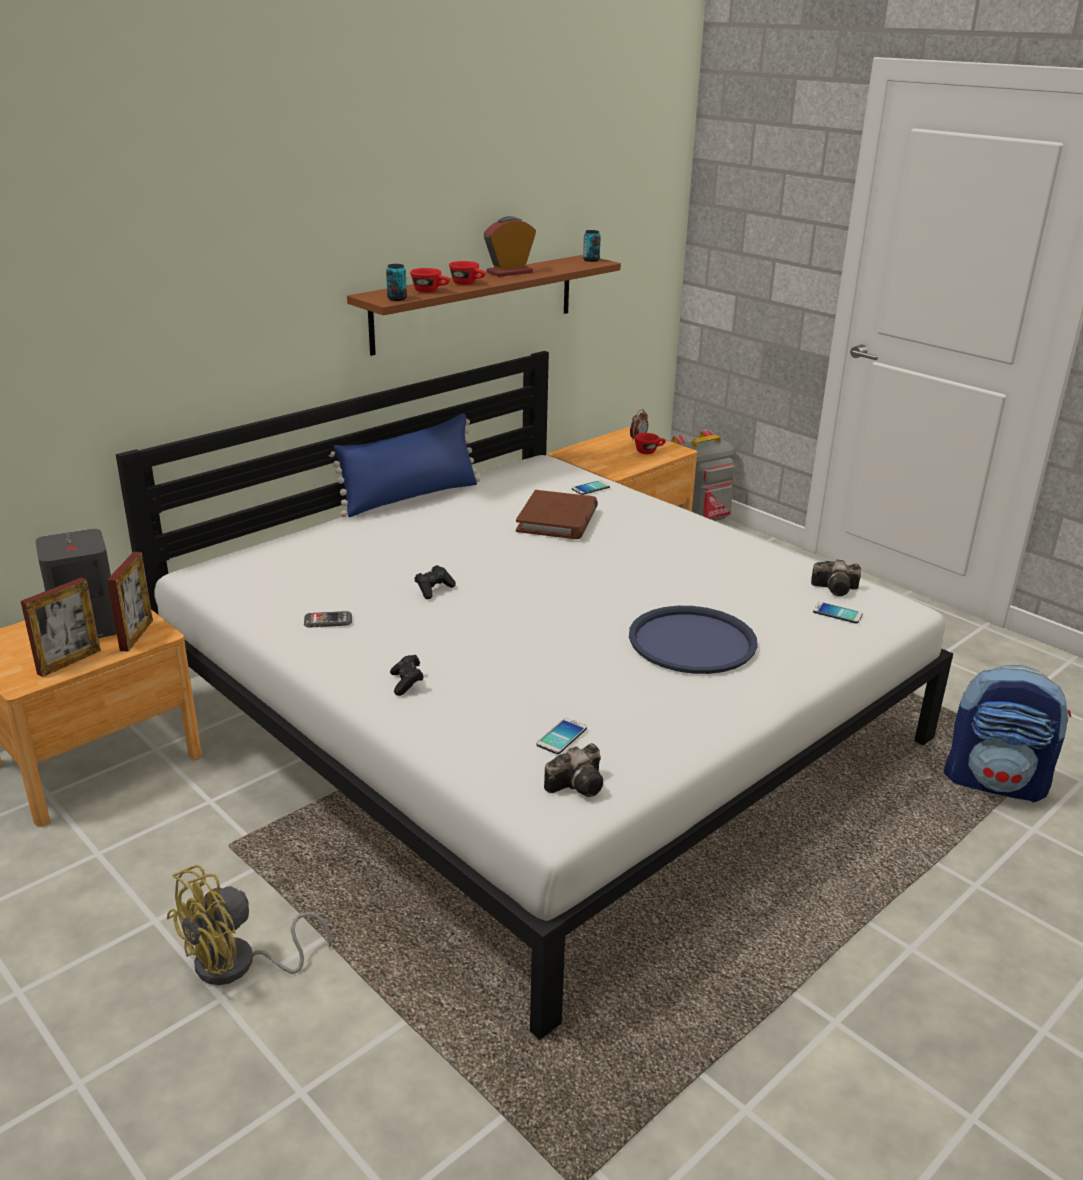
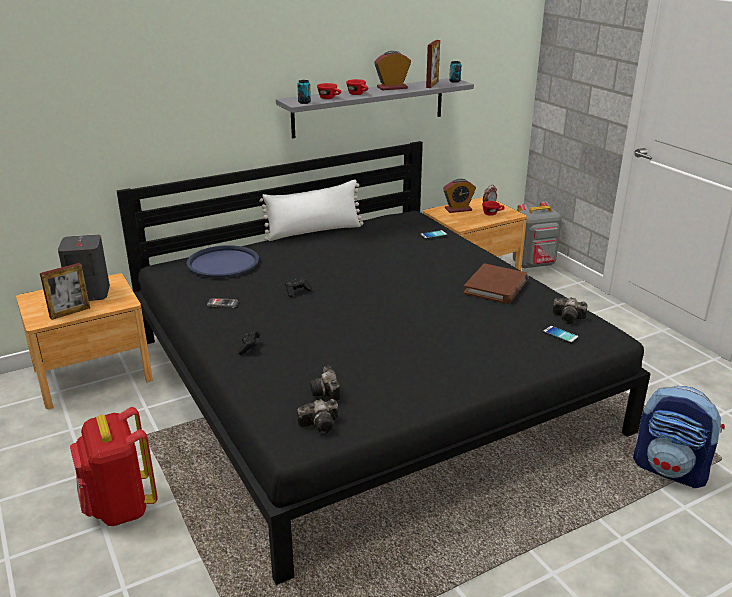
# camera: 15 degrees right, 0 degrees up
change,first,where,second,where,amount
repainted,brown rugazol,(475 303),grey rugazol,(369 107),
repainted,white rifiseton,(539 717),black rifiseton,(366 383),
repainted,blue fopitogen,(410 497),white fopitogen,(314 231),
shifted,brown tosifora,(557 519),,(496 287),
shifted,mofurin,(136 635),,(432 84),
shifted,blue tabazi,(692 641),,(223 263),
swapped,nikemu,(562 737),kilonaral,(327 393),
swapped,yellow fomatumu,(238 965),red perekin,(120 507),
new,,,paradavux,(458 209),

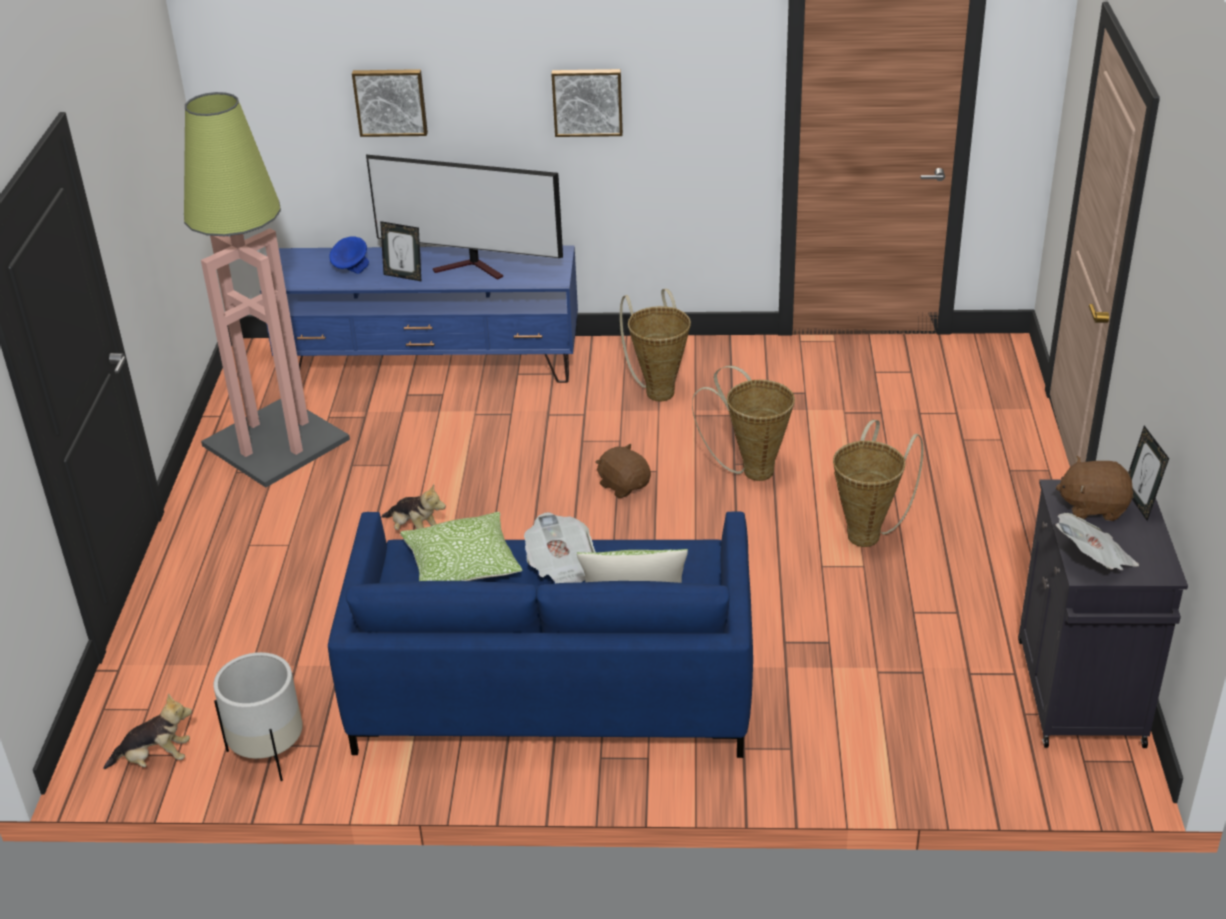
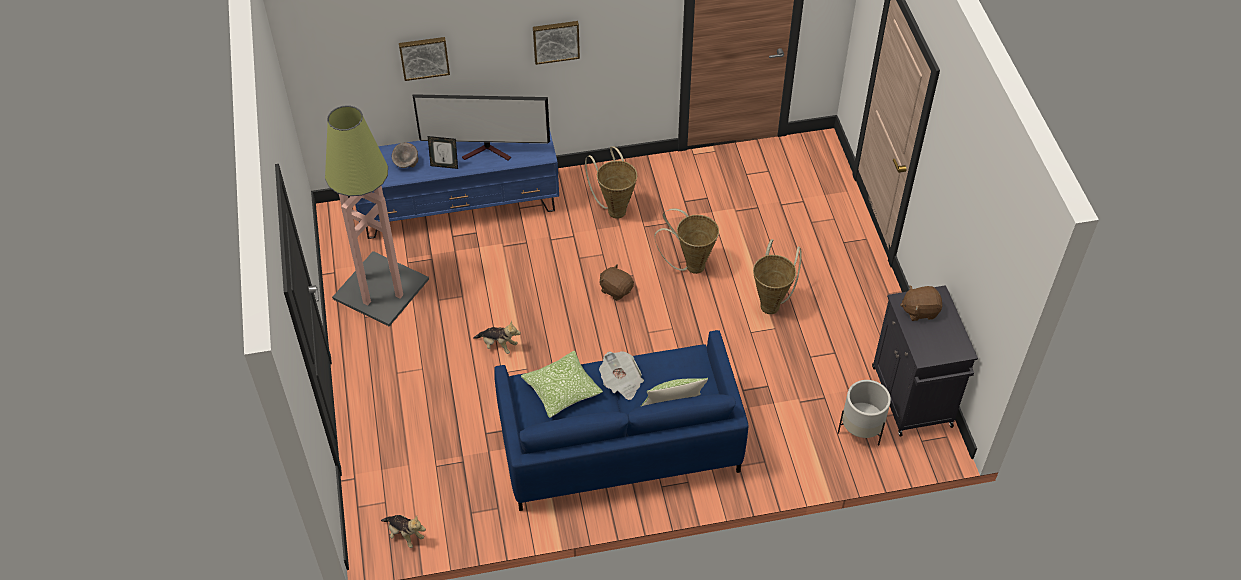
# camera: 15 degrees left, 15 degrees up
change,first,where,second,where,amount
repainted,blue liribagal,(351 269),grey liribagal,(406 164),
gone,mofurin,(1139 503),,,
gone,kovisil,(1093 560),,,
shifted,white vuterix,(269 752),,(861 429),
rotated,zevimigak,(155 759),,(404 534),60 degrees clockwise

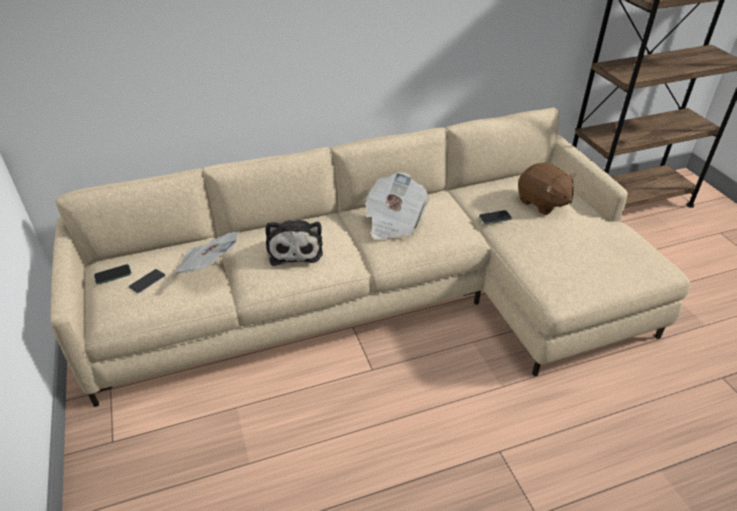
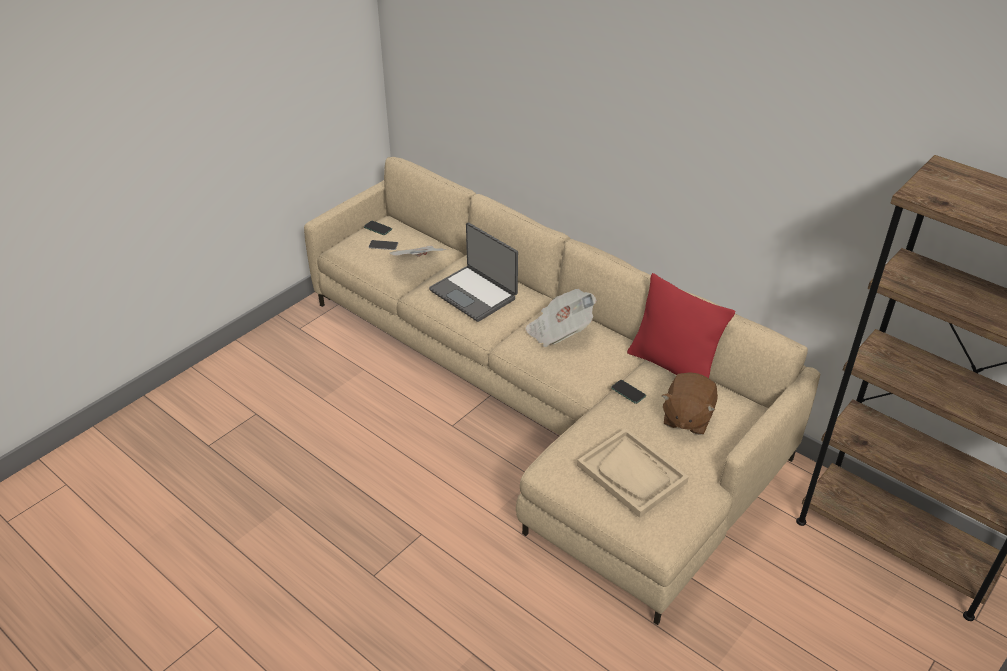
# camera: 60 degrees right, 0 degrees up
change,first,where,second,where,amount
swapped,zevimigak,(295 249),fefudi,(474 294),
new,,,red fopitogen,(673 366),
new,,,beige tabazi,(632 474),

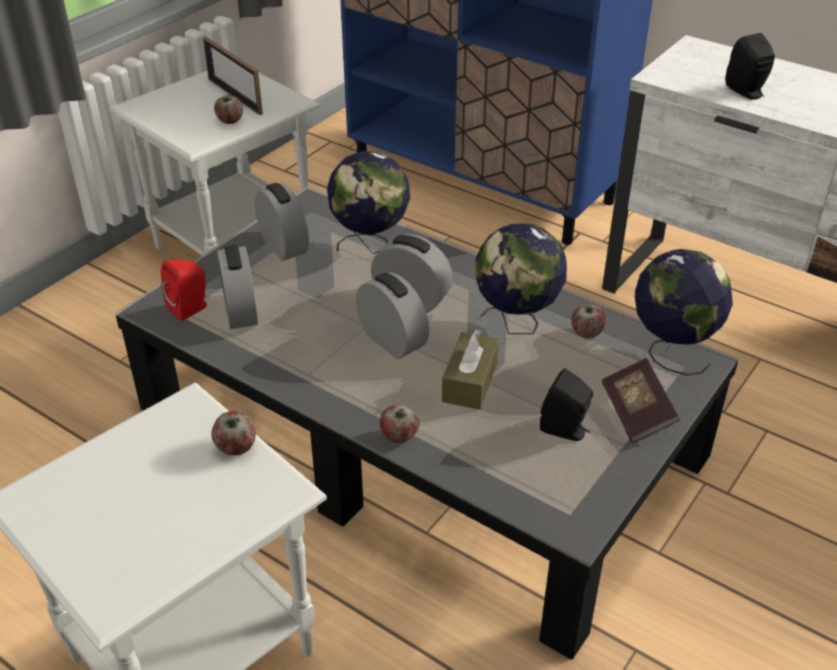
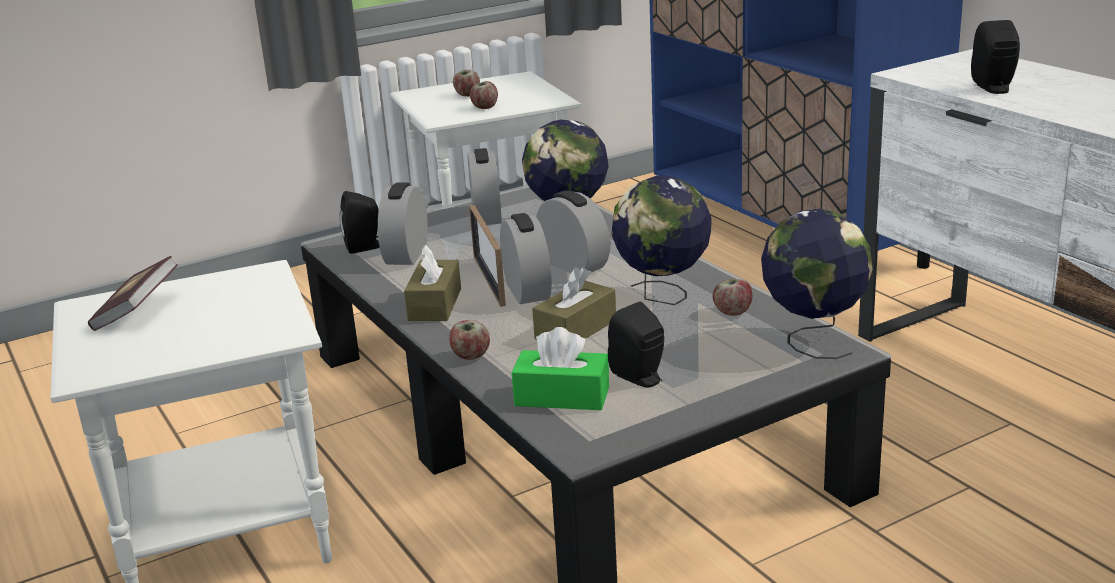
# camera: 25 degrees right, 15 degrees down
change,first,where,second,where,amount
shifted,mofurin,(235 96),,(489 280),
repainted,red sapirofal,(191 308),black sapirofal,(365 247),
shifted,tosifora,(636 413),,(137 311),
shifted,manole,(236 448),,(467 95),
new,,,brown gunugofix,(435 304),
new,,,green gunugofix,(562 396),

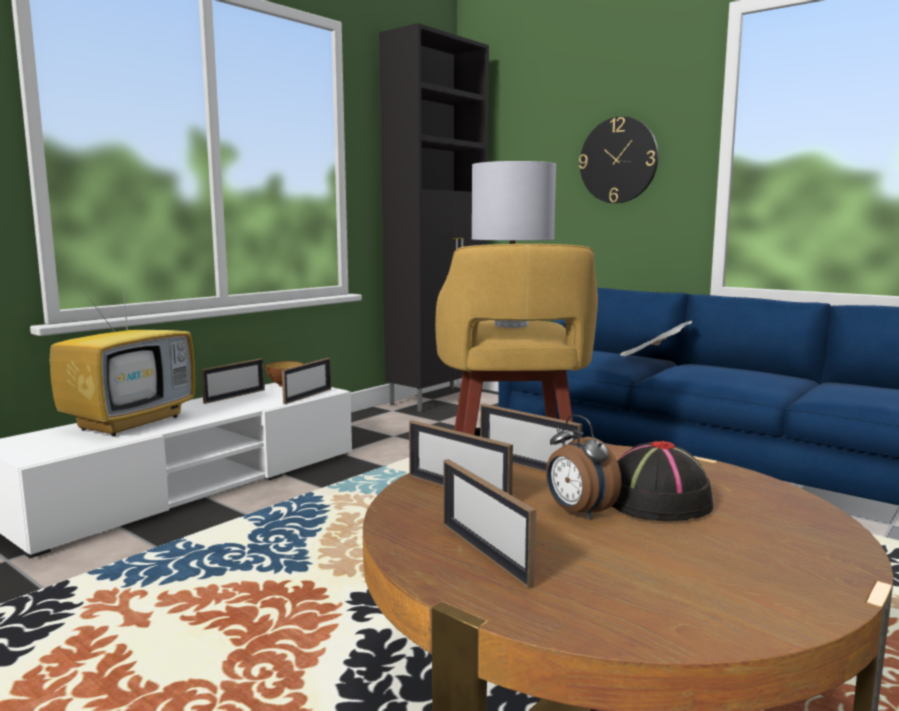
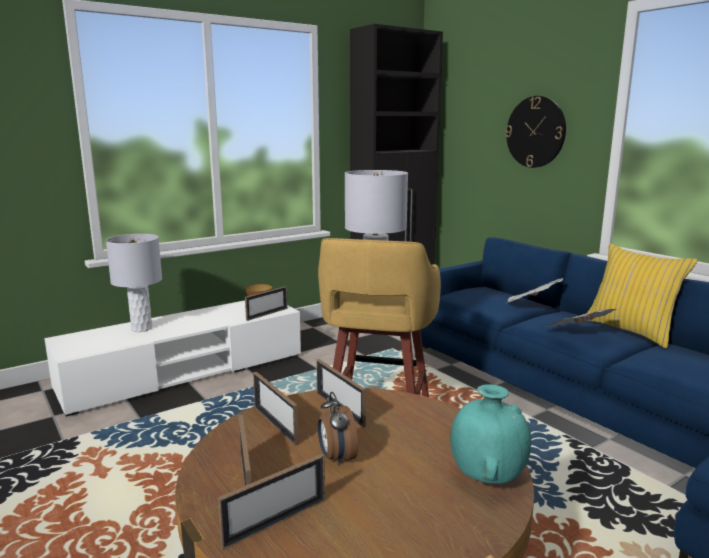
# camera: 15 degrees right, 5 degrees up
change,first,where,second,where,amount
swapped,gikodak,(131 422),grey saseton,(142 328),
shifted,mofurin,(235 396),,(275 522),
gone,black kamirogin,(656 503),,,
new,,,yellow fopitogen,(631 331),
new,,,kovisil,(577 334),
new,,,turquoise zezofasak,(487 478),

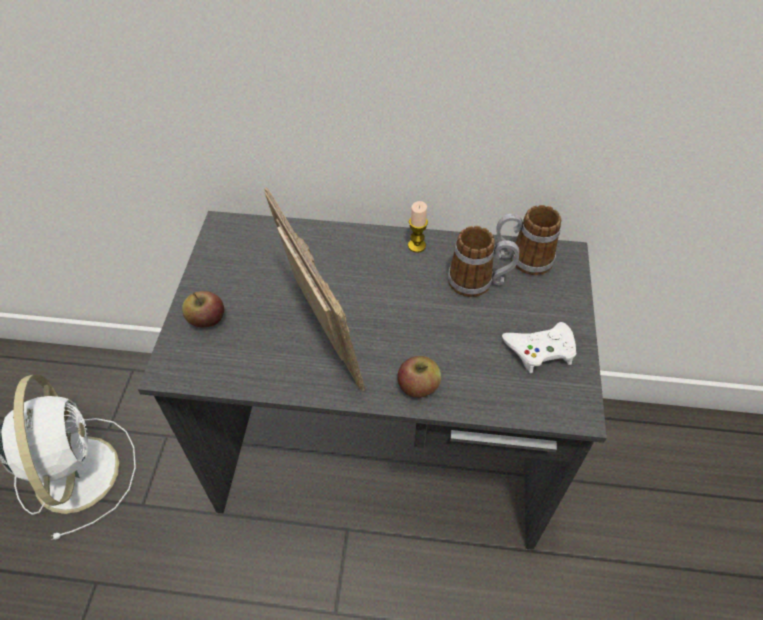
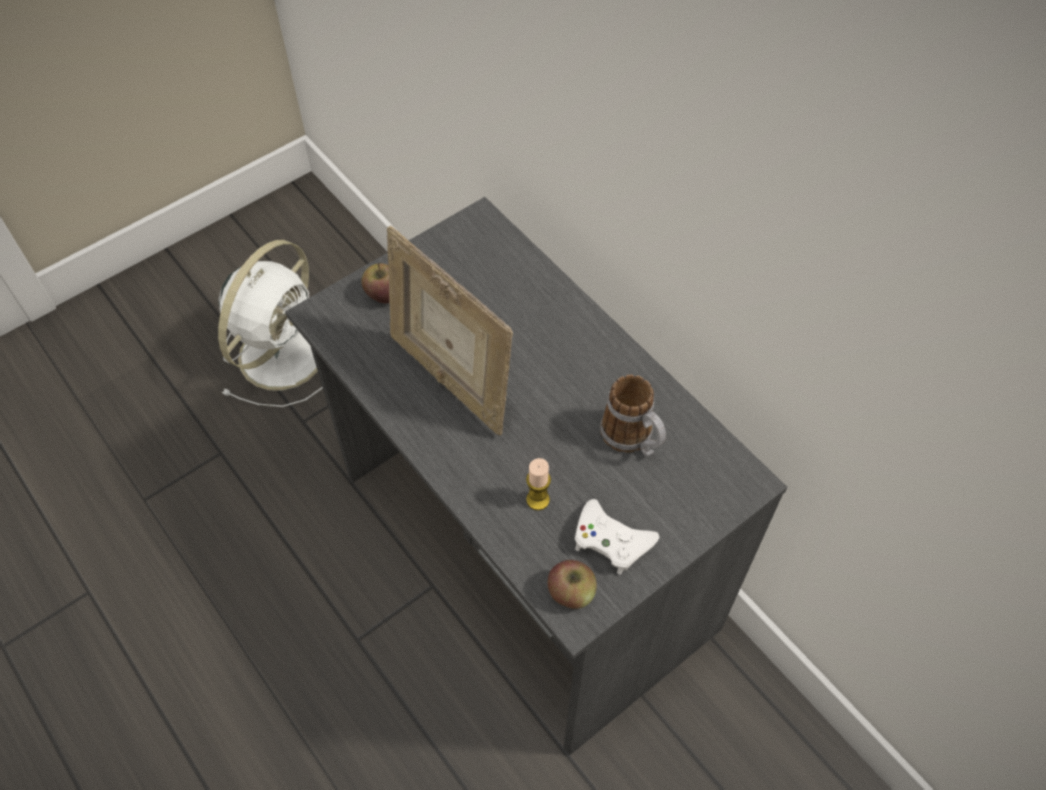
# camera: 45 degrees right, 5 degrees up
change,first,where,second,where,amount
rotated,mofurin,(321 337),,(450 378),120 degrees clockwise
shifted,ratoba,(416 246),,(538 500),
gone,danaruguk,(522 260),,,
shifted,manole,(418 386),,(571 592),

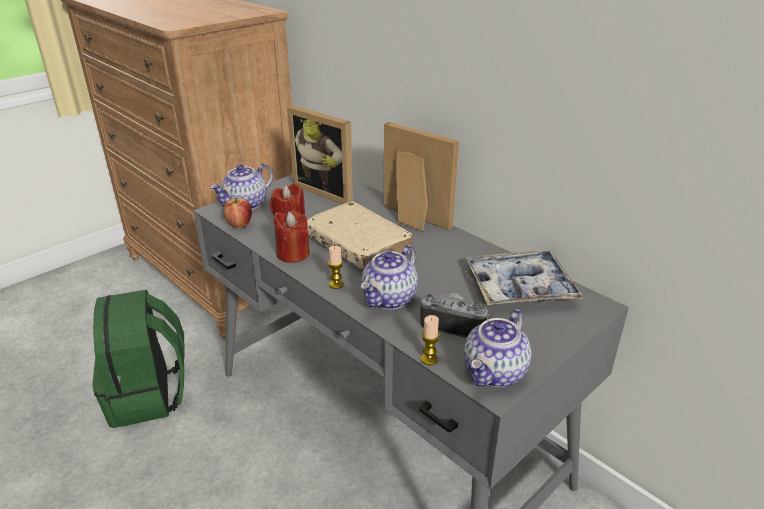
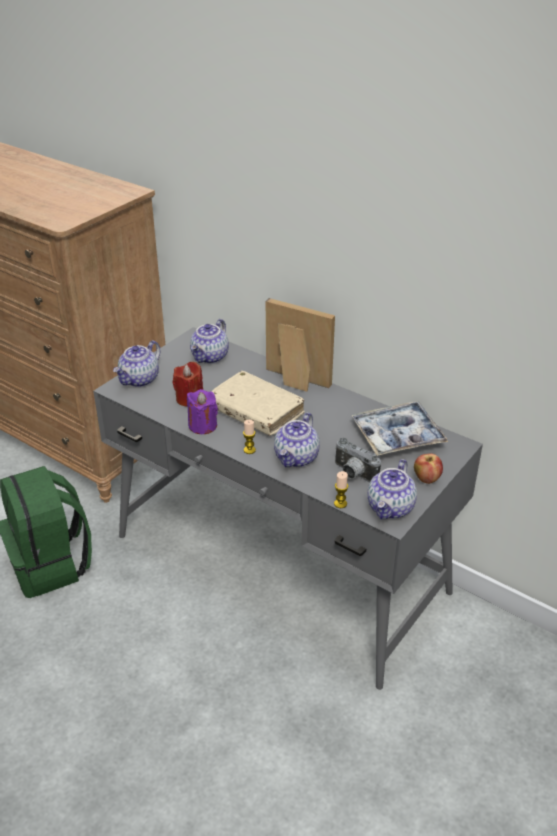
# camera: 10 degrees left, 5 degrees up
change,first,where,second,where,amount
swapped,mofurin,(328 191),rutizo,(210 357),
shifted,manole,(239 225),,(426 479),
repainted,red ratoba,(293 254),purple ratoba,(202 425),
rotated,kilonaral,(454 325),,(353 474),150 degrees counterclockwise

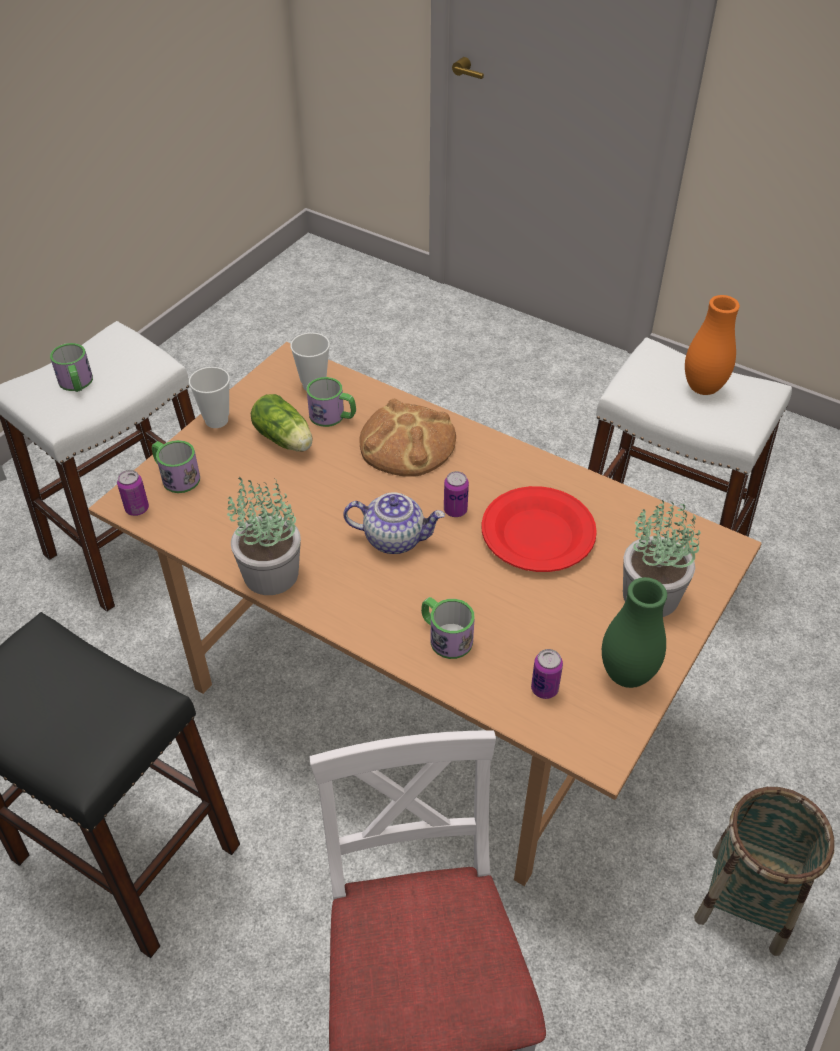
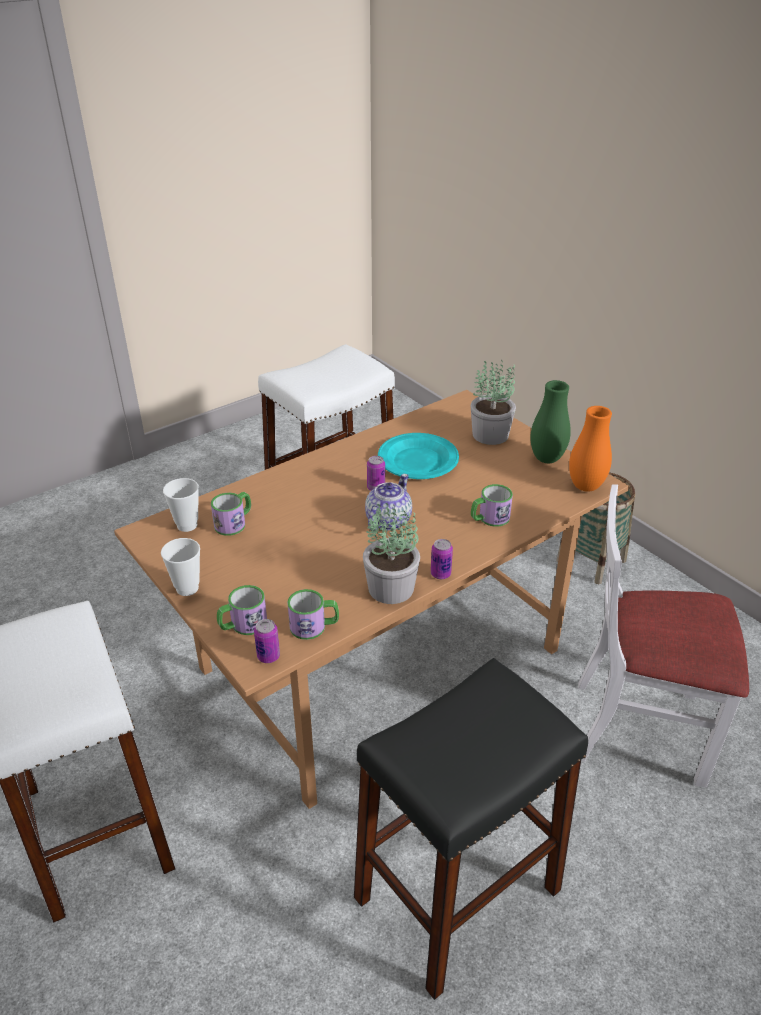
# camera: 70 degrees left, 10 degrees down
change,first,where,second,where,amount
shifted,orange zezofasak,(703 388),,(585 486),
shifted,danaruguk,(76 384),,(314 626),
gone,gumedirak,(285 440),,,
gone,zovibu,(407 443),,,
repainted,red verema,(538 534),turquoise verema,(418 460),
shifted,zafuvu,(544 689),,(440 574),

